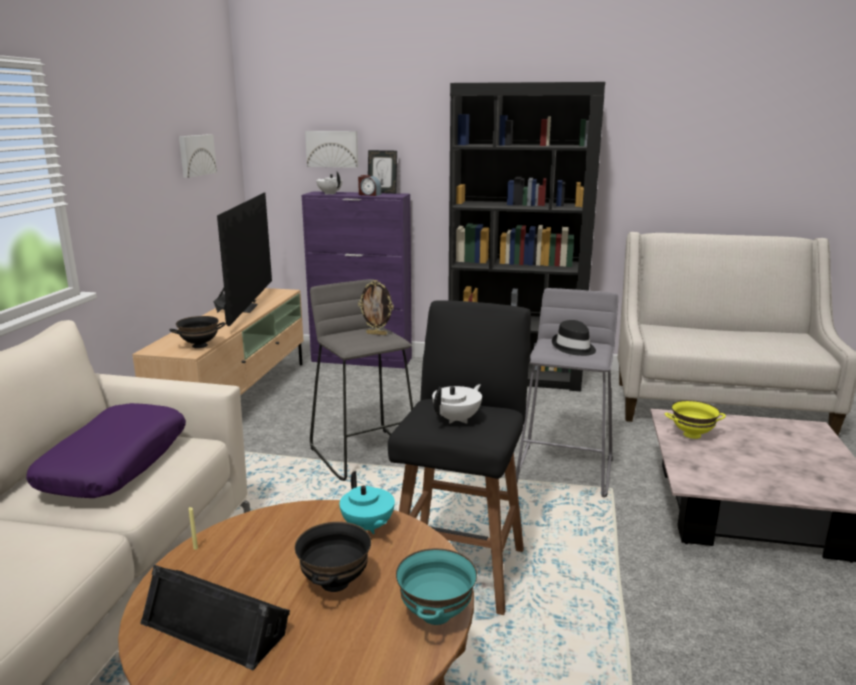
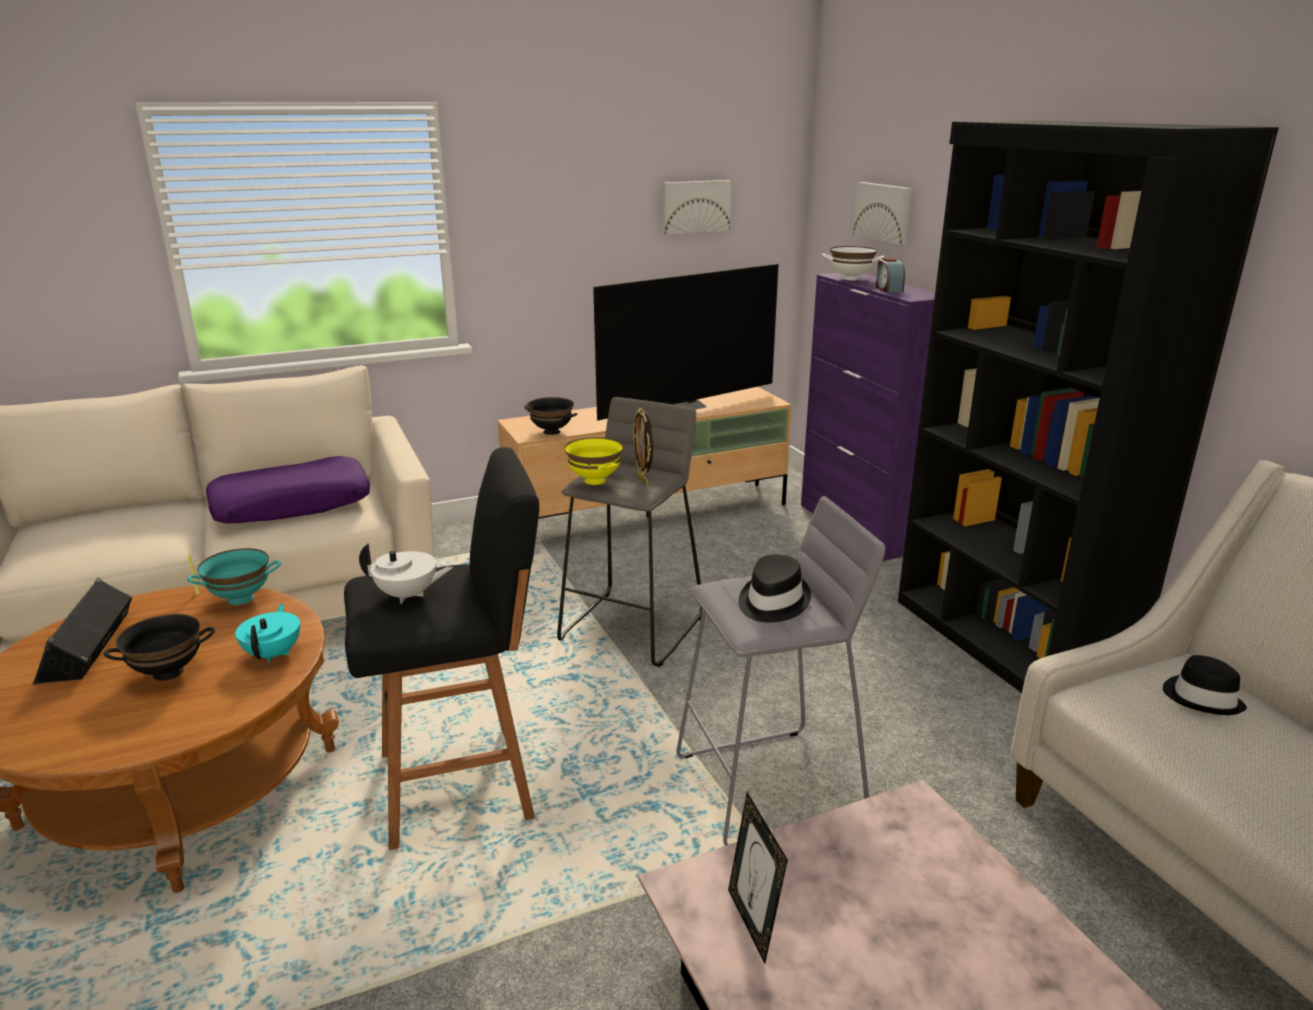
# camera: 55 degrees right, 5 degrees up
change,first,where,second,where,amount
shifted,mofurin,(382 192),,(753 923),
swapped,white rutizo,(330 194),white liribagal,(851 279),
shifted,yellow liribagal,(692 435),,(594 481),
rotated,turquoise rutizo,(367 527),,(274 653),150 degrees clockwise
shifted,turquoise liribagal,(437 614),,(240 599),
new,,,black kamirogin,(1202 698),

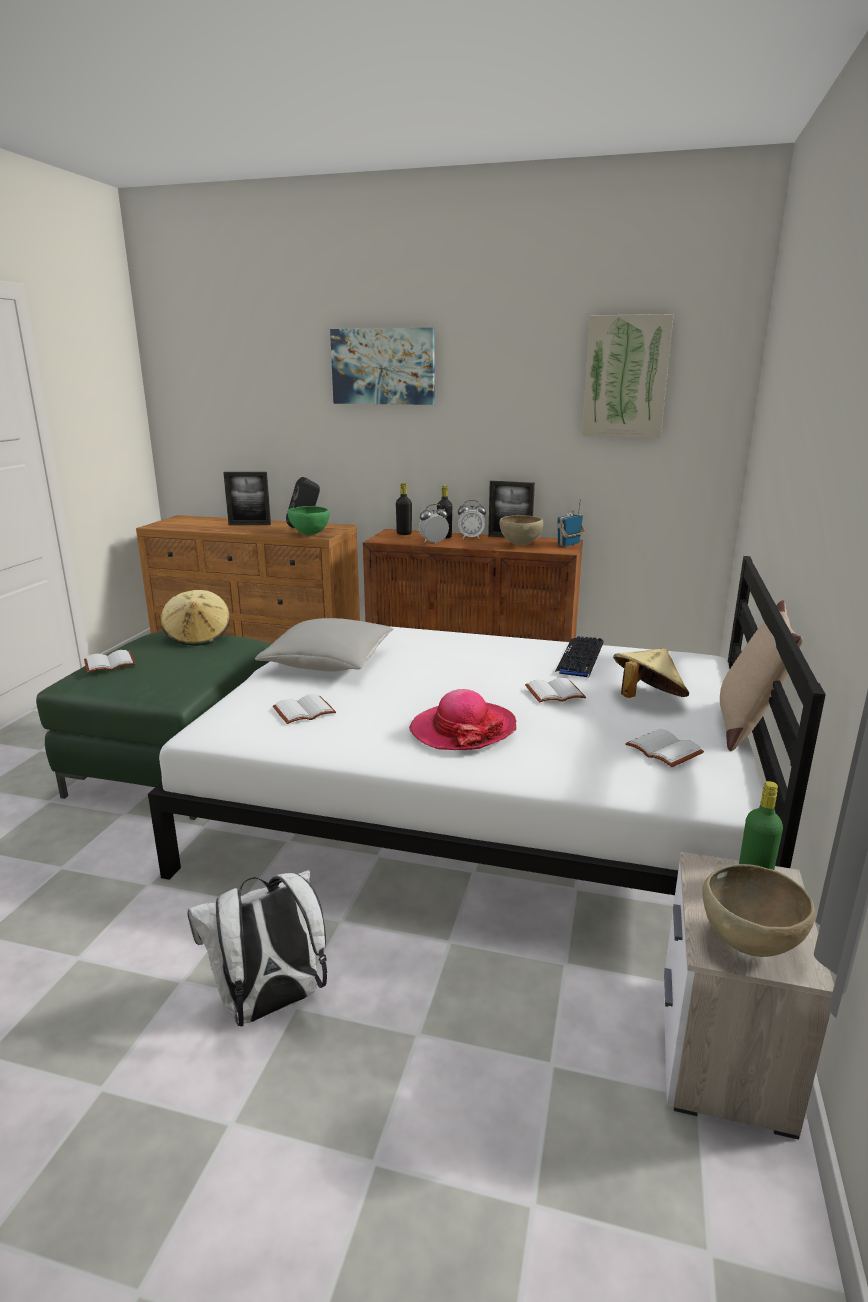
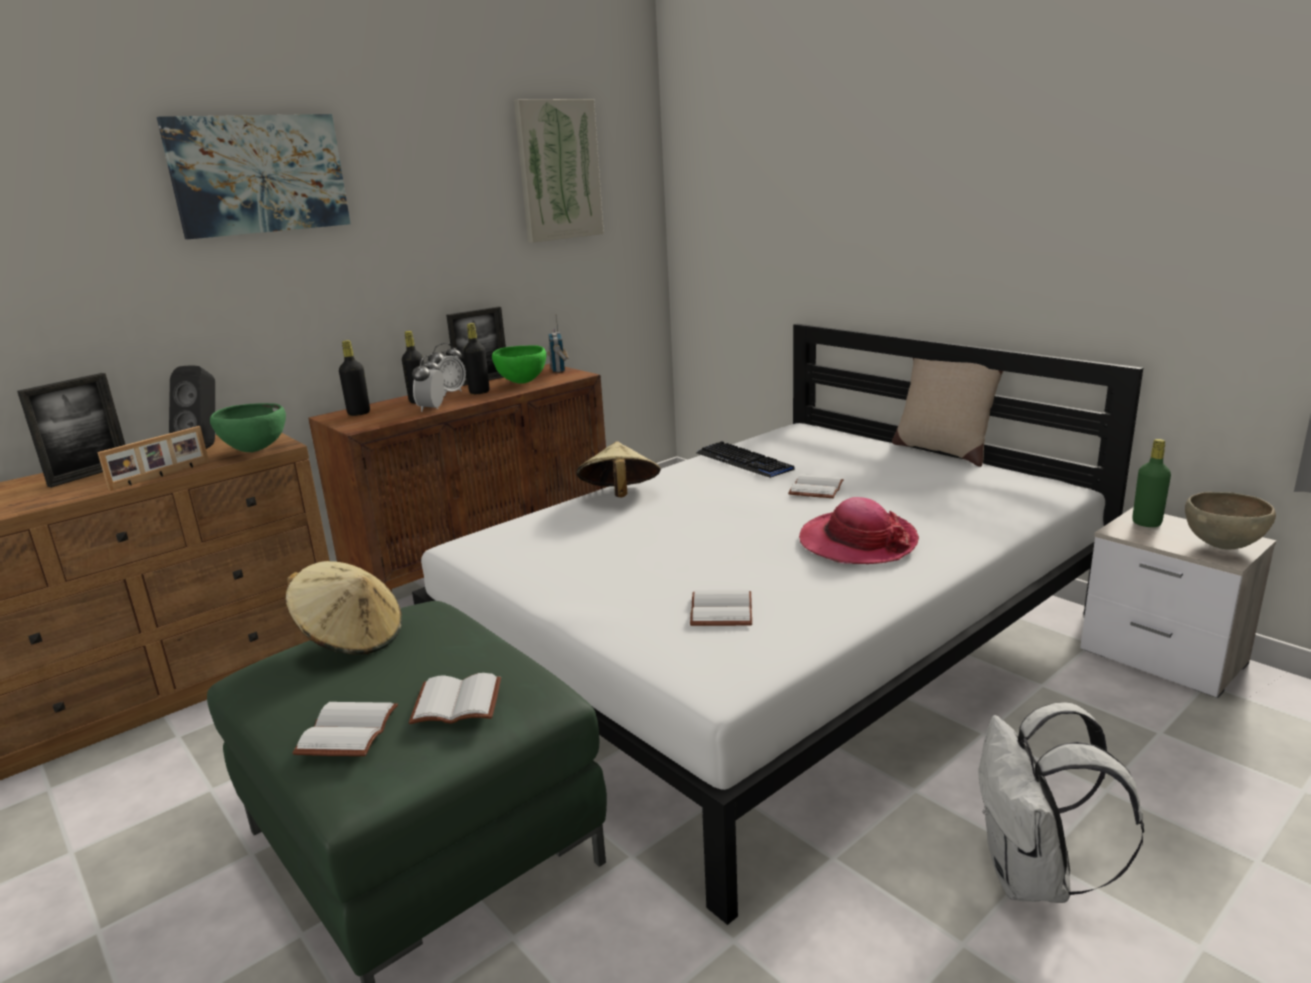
# camera: 55 degrees left, 0 degrees up
change,first,where,second,where,amount
repainted,brown liribagal,(520 545),green liribagal,(521 383),
gone,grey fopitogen,(328 663),,,
shifted,beige kamirogin,(647 699),,(619 496),
shifted,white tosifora,(661 750),,(455 704),
new,,,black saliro,(479 392),
new,,,mofurin,(161 476),

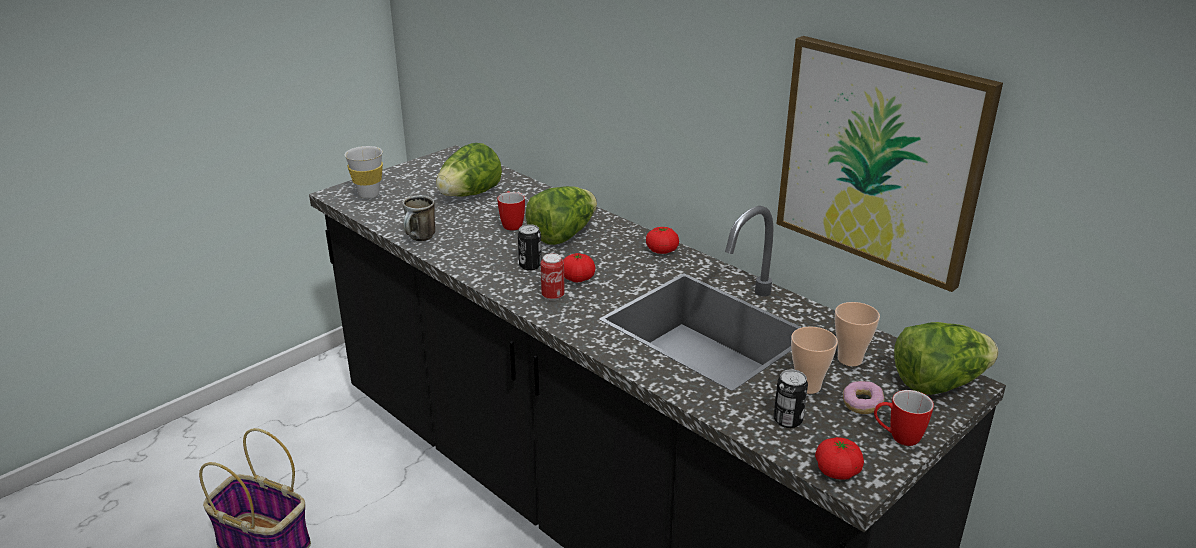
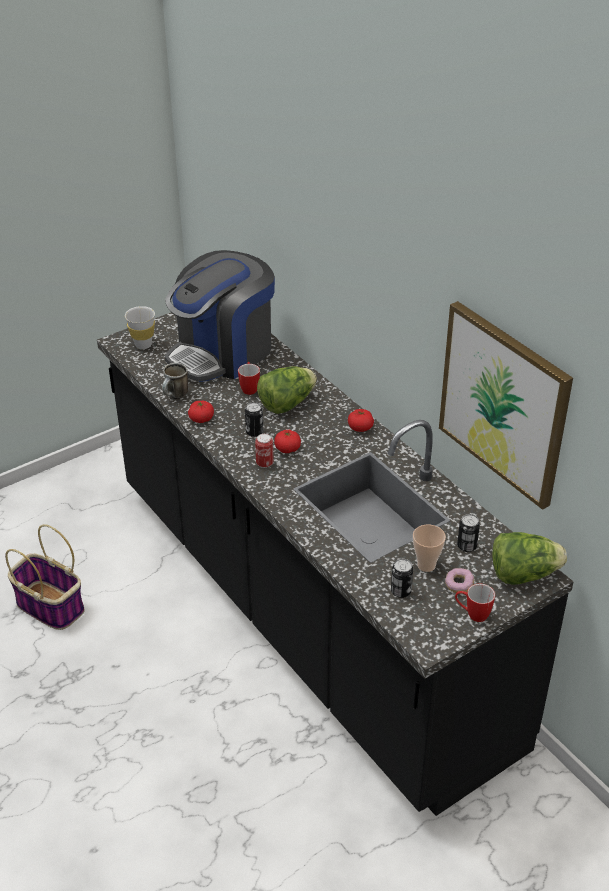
# camera: 10 degrees right, 10 degrees up
change,first,where,second,where,amount
swapped,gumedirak,(469 195),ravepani,(222 353),
swapped,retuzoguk,(850 359),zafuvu,(466 546),
shifted,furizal,(837 471),,(201 419),

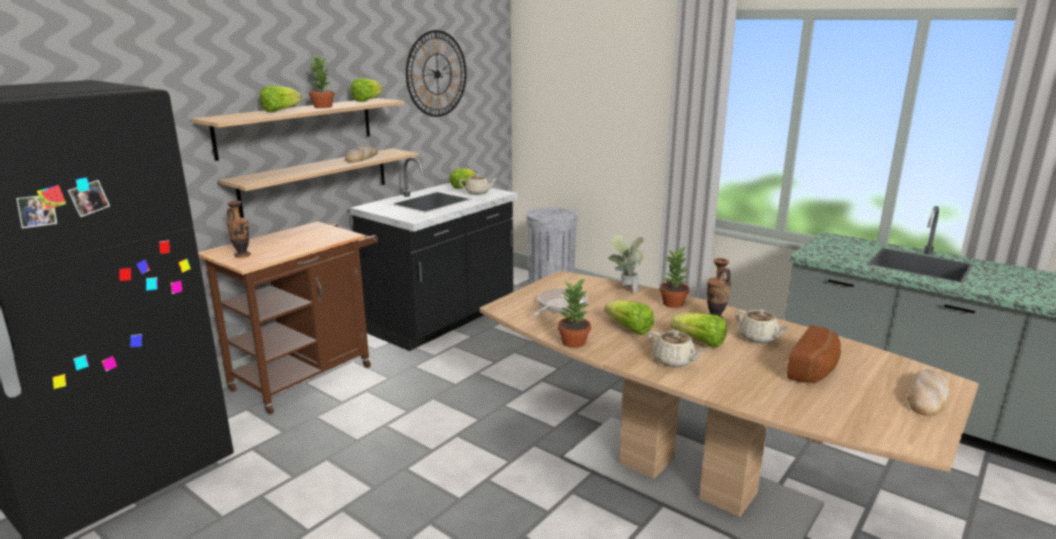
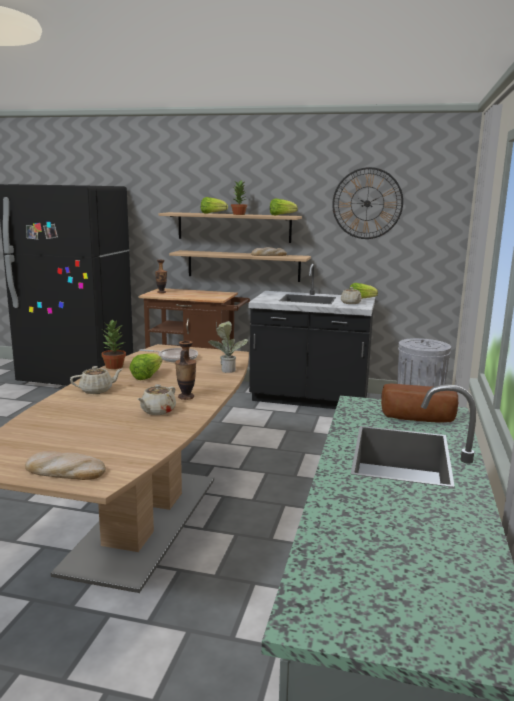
# camera: 65 degrees right, 5 degrees down
change,first,where,second,where,amount
gone,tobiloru,(673 303),,,
gone,gumedirak,(699 342),,,
shifted,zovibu,(815 370),,(418 419),
rotated,beige rutizo,(674 361),,(97 390),135 degrees counterclockwise

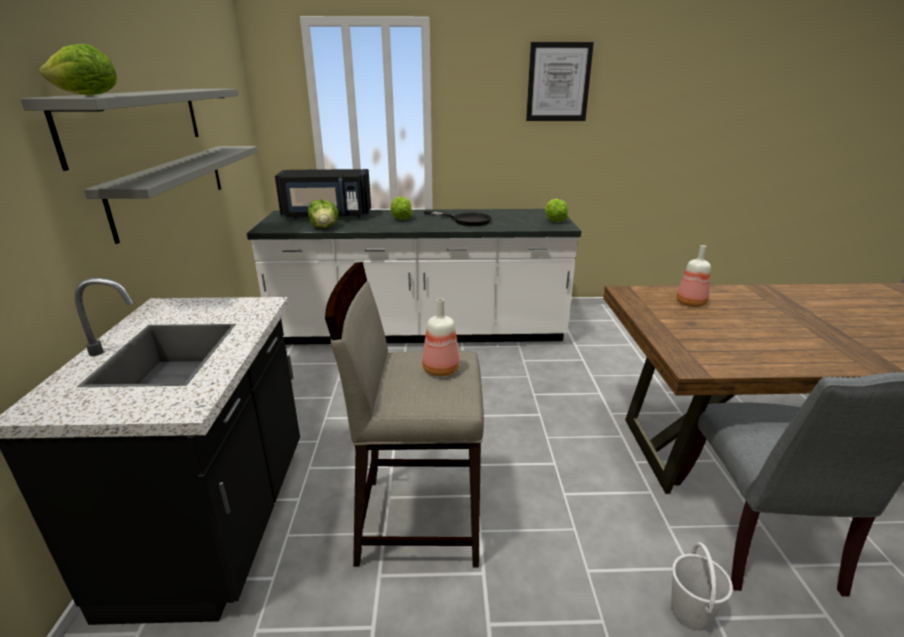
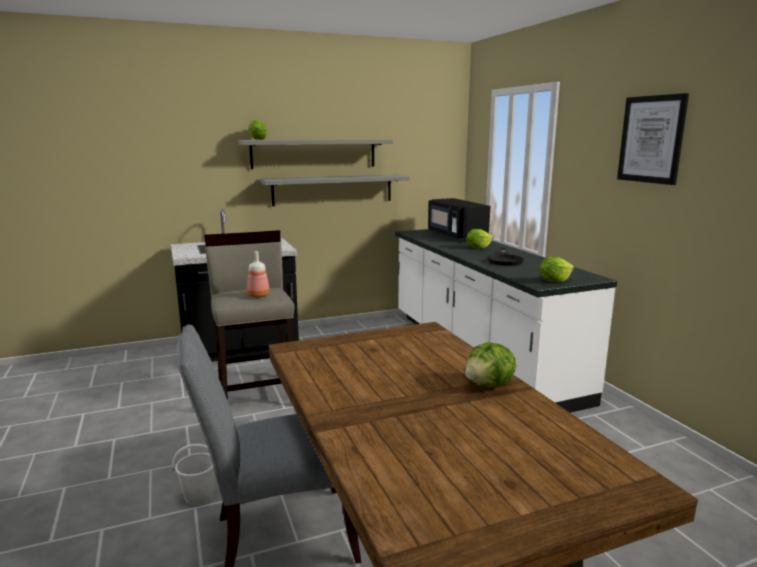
# camera: 70 degrees right, 10 degrees down
change,first,where,second,where,amount
shifted,gumedirak,(324 227),,(489 385),
gone,saliro,(692 303),,,

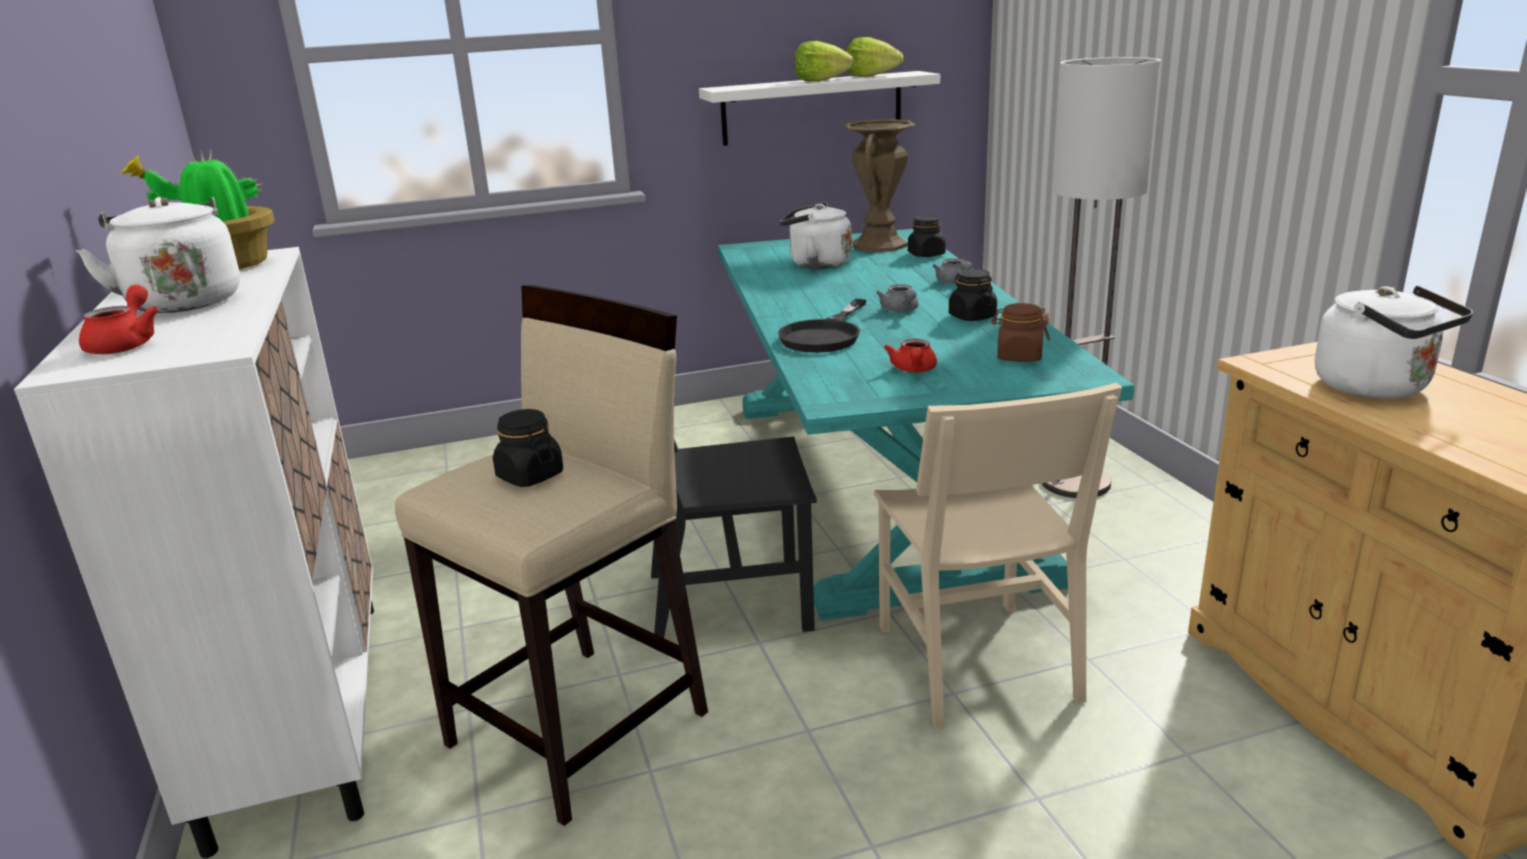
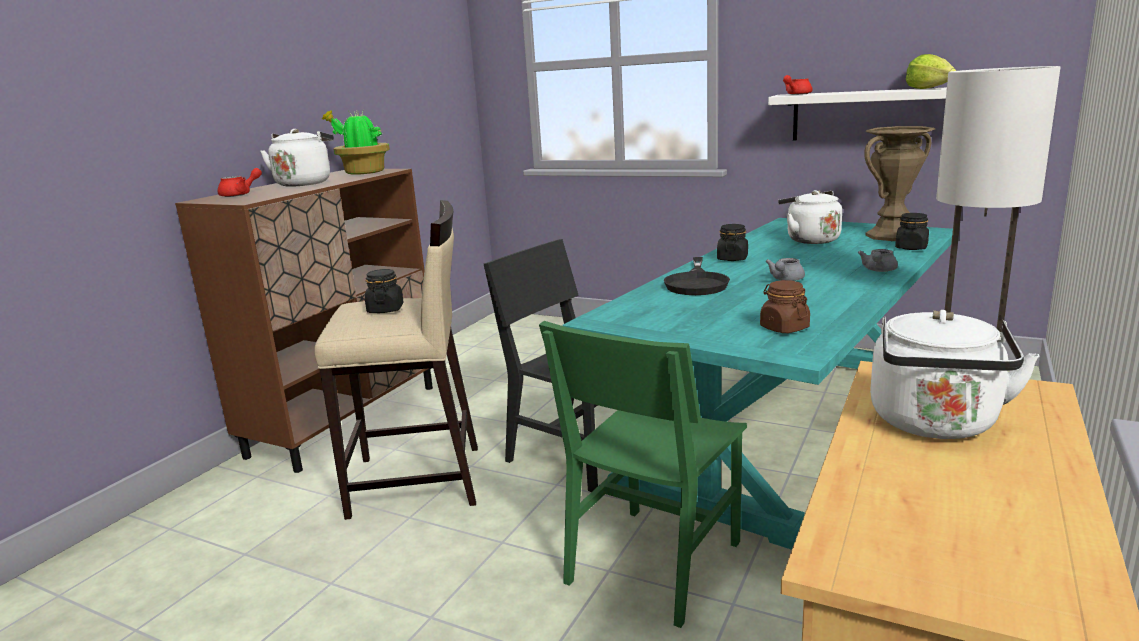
# camera: 45 degrees right, 5 degrees down
change,first,where,second,where,amount
gone,gumedirak,(820 80),,,
repainted,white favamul,(301 712),brown favamul,(346 419),
shifted,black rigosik,(972 317),,(732 258),
rotated,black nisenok,(825 335),,(697 283),60 degrees counterclockwise
shifted,red rutizo,(913 370),,(796 94),
repainted,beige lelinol,(975 662),green lelinol,(653 562),

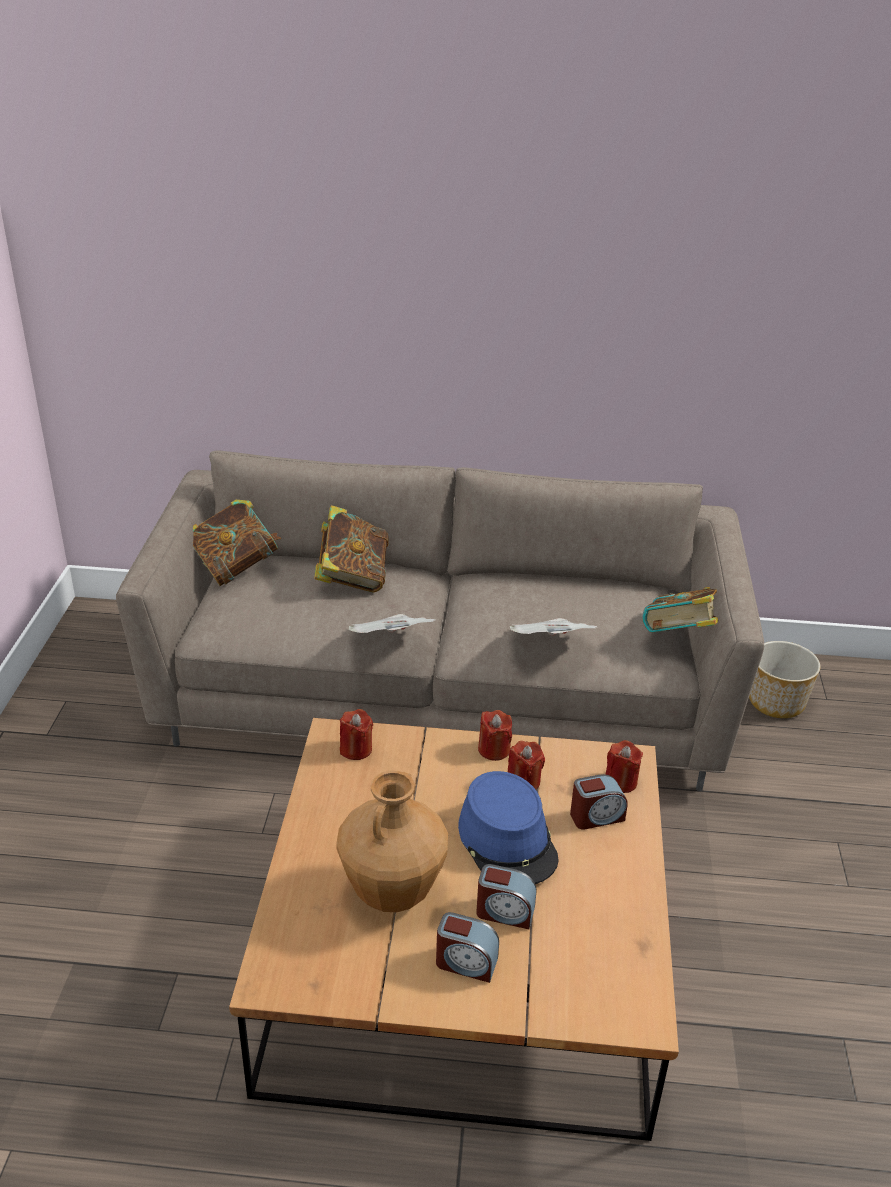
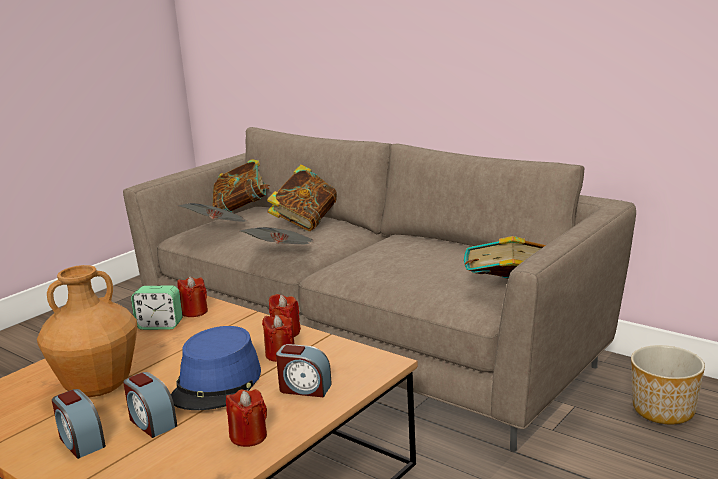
# camera: 35 degrees right, 15 degrees down
change,first,where,second,where,amount
shifted,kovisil,(550 646),,(218 230),
shifted,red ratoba,(620 782),,(248 436),
new,,,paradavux,(160 325),

